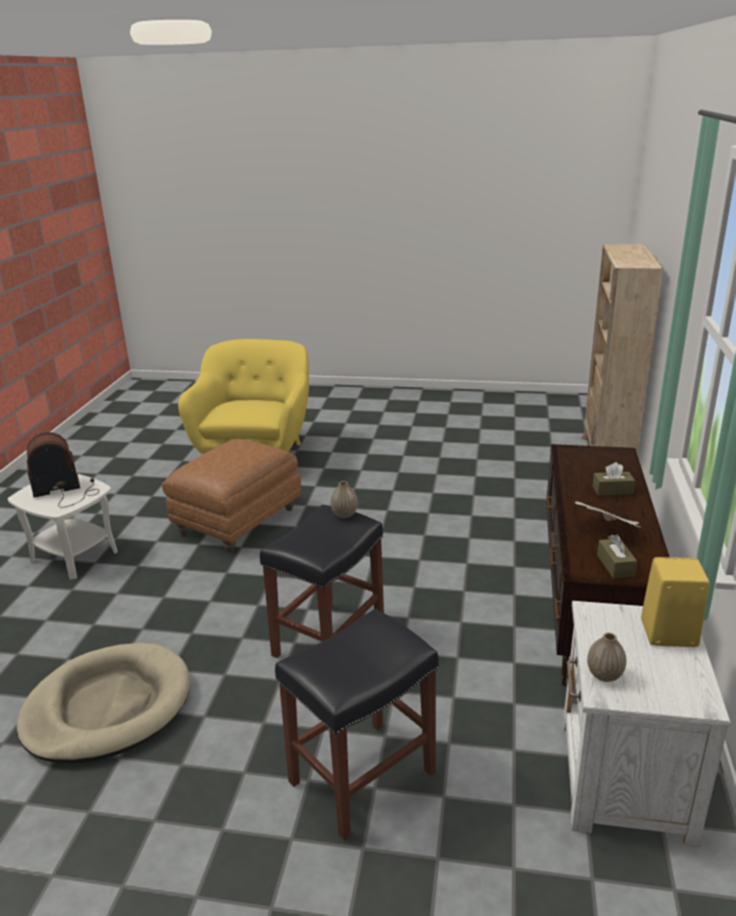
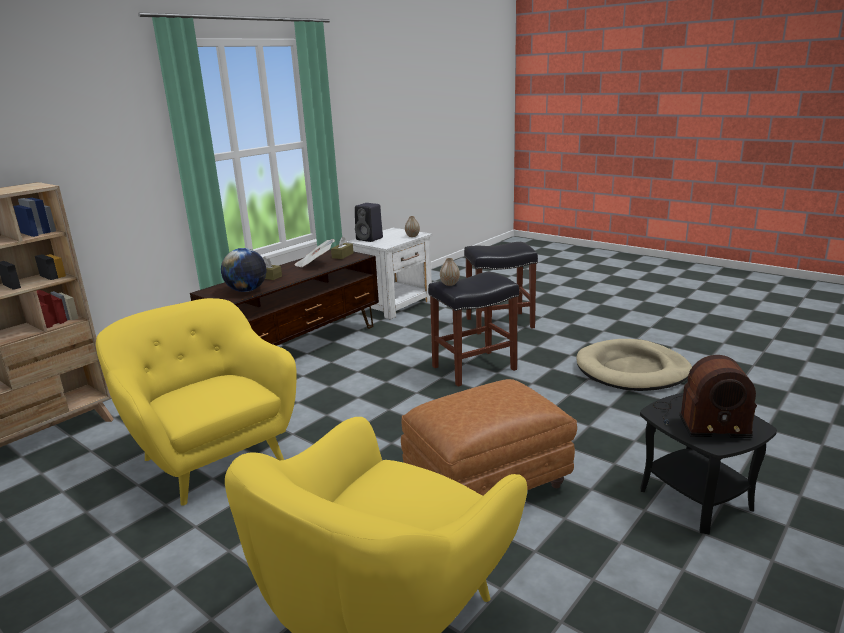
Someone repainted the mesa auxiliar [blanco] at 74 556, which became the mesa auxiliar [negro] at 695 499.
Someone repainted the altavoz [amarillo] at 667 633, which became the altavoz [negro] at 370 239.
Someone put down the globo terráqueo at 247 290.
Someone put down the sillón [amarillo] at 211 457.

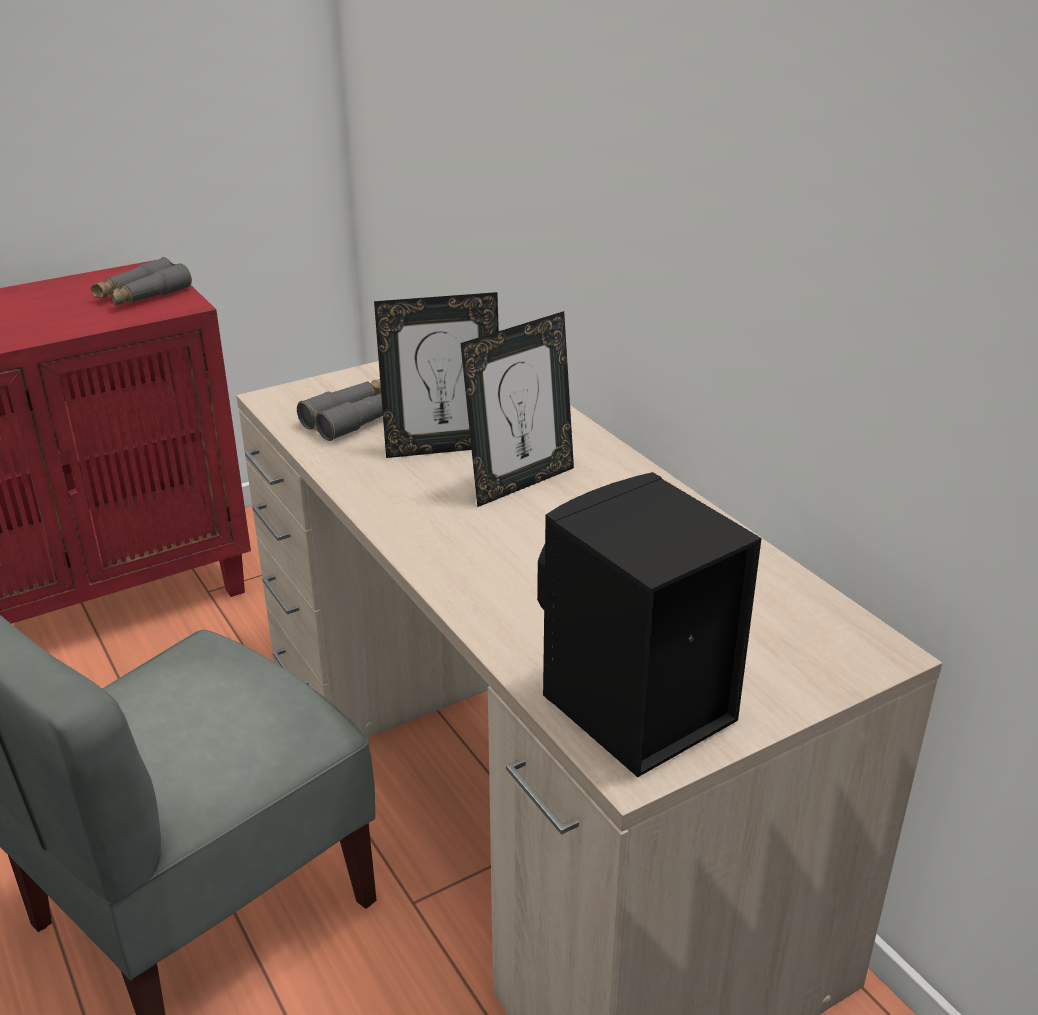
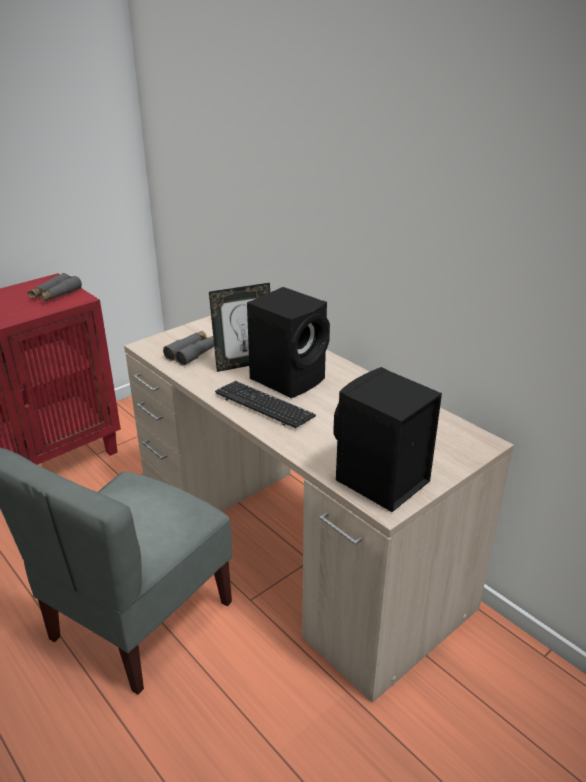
Someone swapped the portarretratos at 520 483 for the altavoz [negro] at 289 378.
Someone put down the teclado at 264 406.

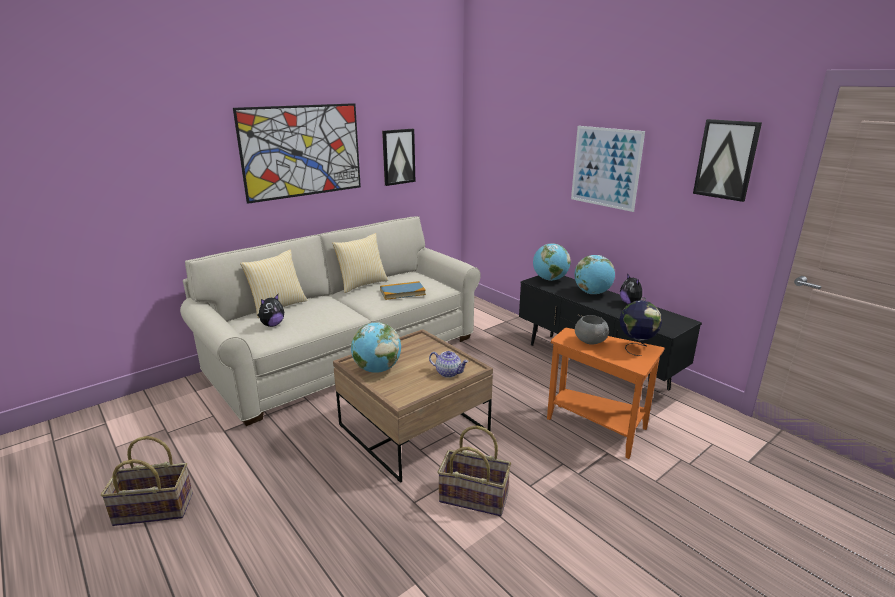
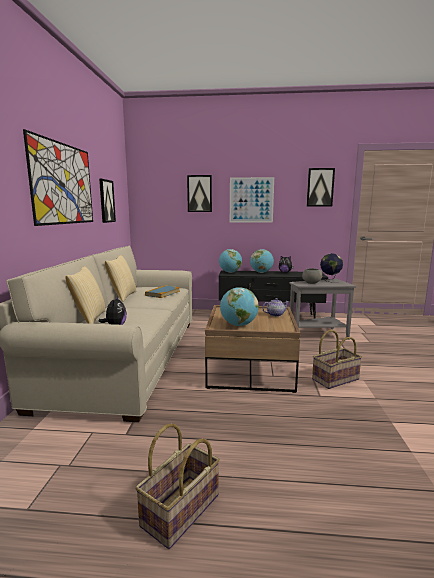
Someone repainted the mesa auxiliar [naranja] at 599 429, which became the mesa auxiliar [gris] at 319 335.
Someone put up the cuadro at 199 193.

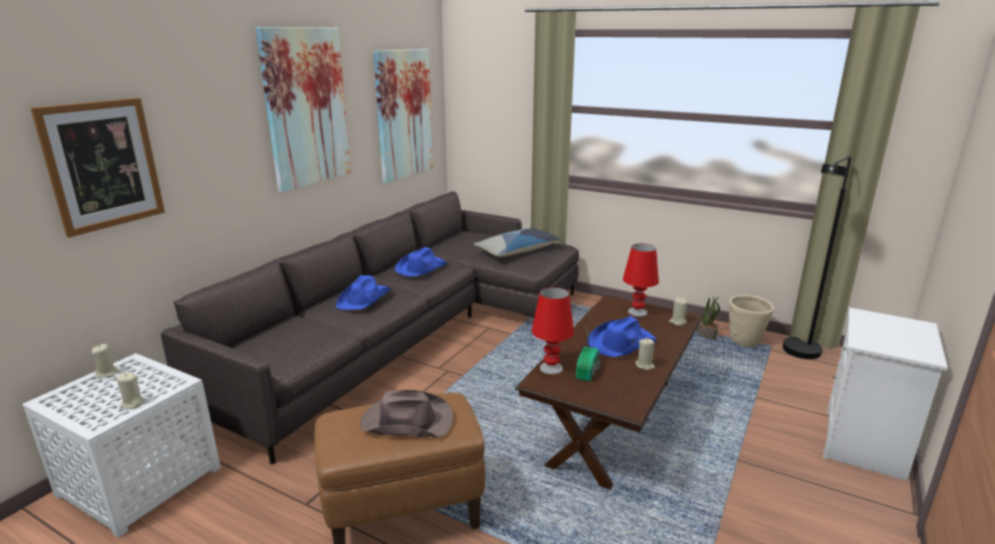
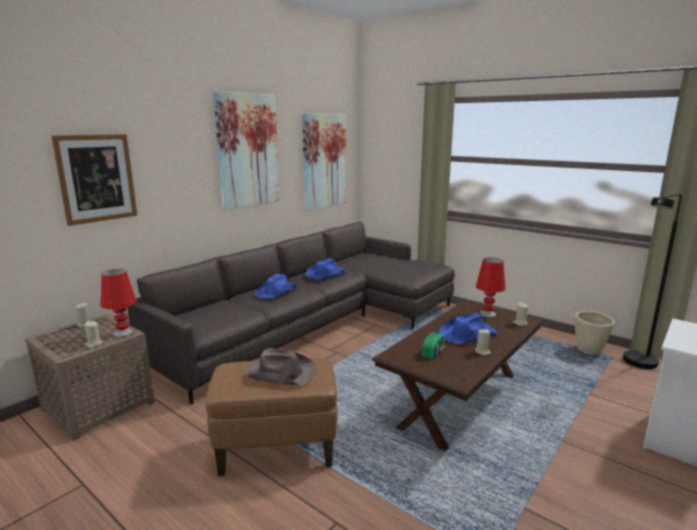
Someone took away the cojín at 518 250.
Someone carried the lámpara de mesa [rojo] from 551 368 to 123 333.
Someone took away the planta en maceta at 706 335.
Someone repainted the mesa auxiliar [blanco] at 140 479, which became the mesa auxiliar [marrón] at 99 404.

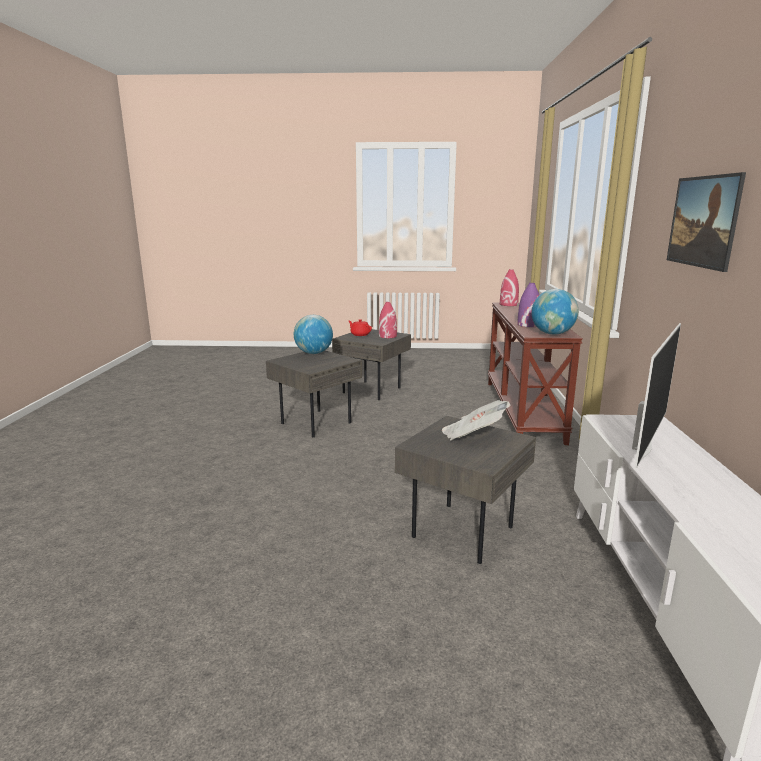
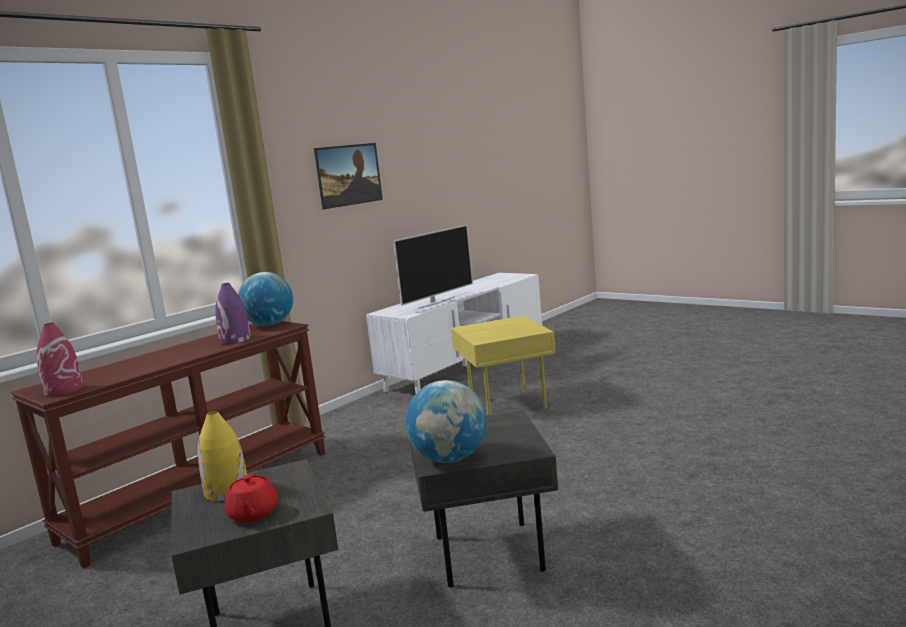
Someone repainted the florero [rojo] at 387 336, which became the florero [amarillo] at 226 491.
Someone rotated the televisor at 641 449 by 150 degrees clockwise.
Someone took away the periódico at 473 436.
Someone repainted the mesa auxiliar [gris] at 461 530, which became the mesa auxiliar [amarillo] at 506 405.

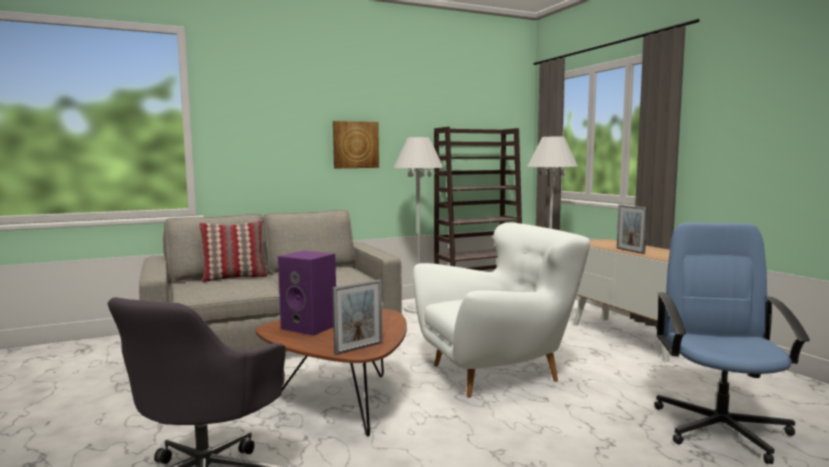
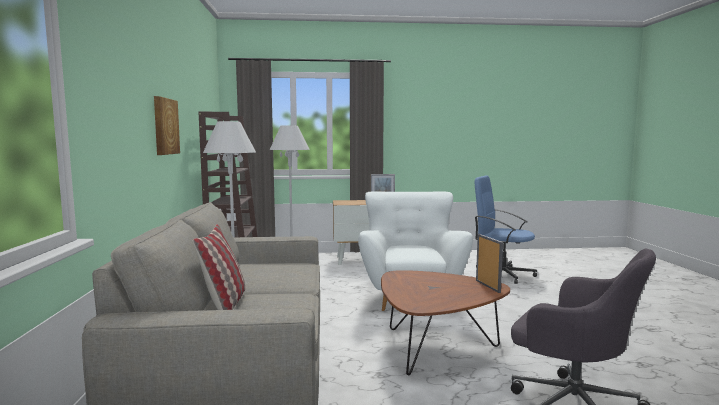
Someone took away the altavoz [morado] at 311 327.

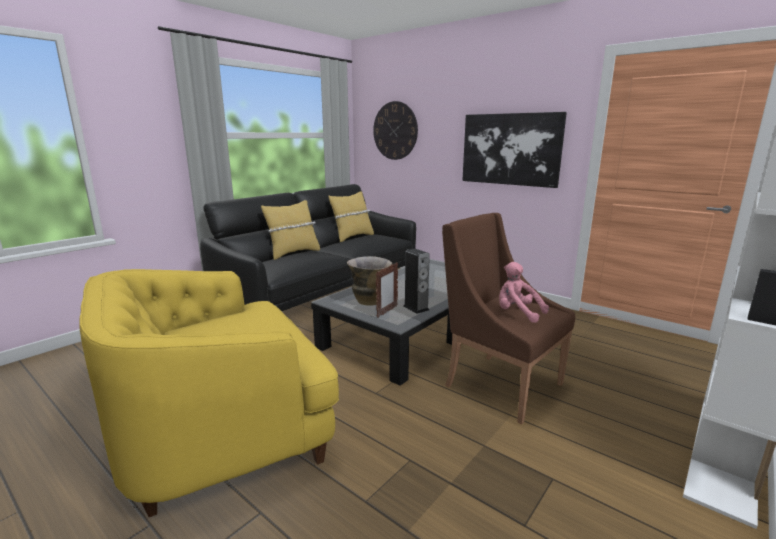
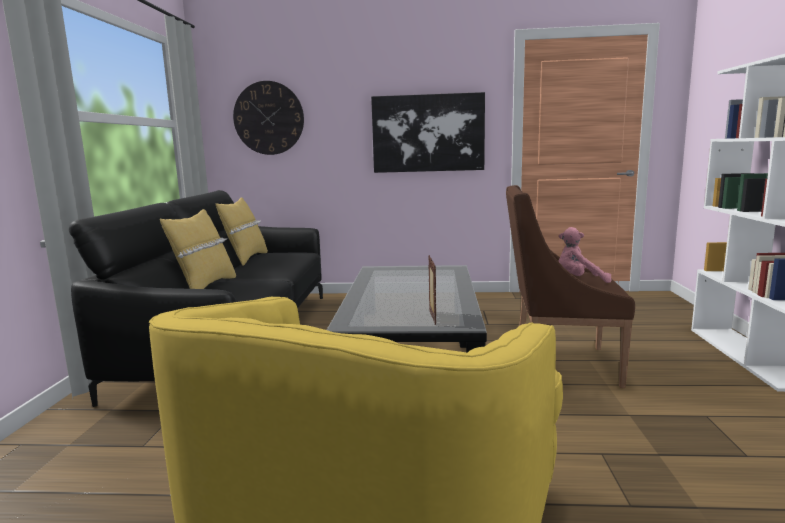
Someone took away the altavoz at 416 308.
Someone took away the florero at 370 302.

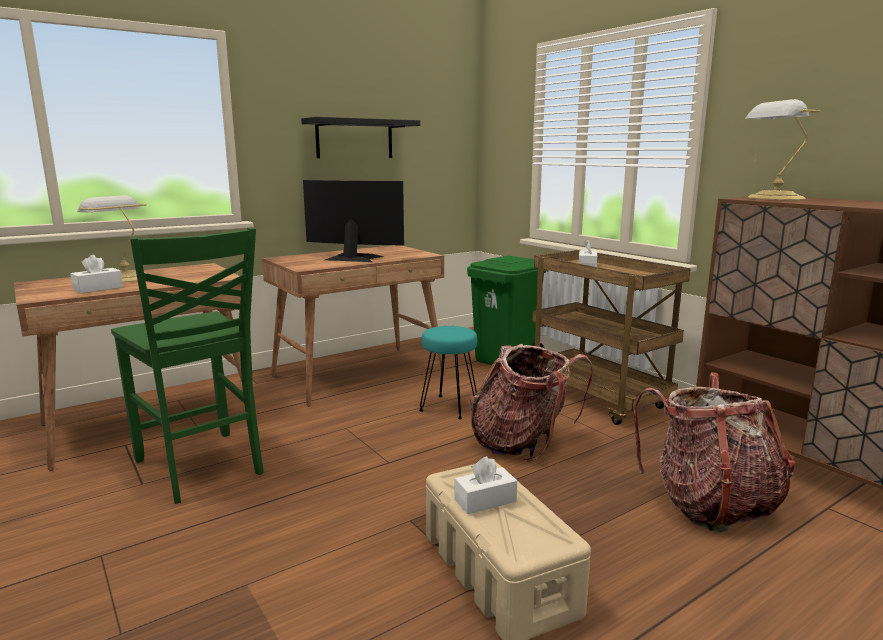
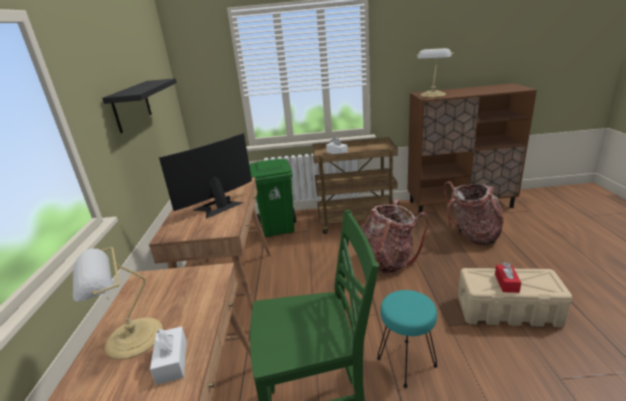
Someone carried the taburete [turquesa] from 449 407 to 406 363.
Someone repainted the caja de pañuelos [blanco] at 485 500, which became the caja de pañuelos [rojo] at 506 283.

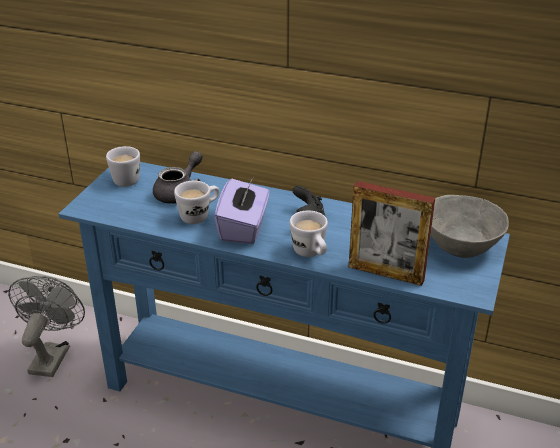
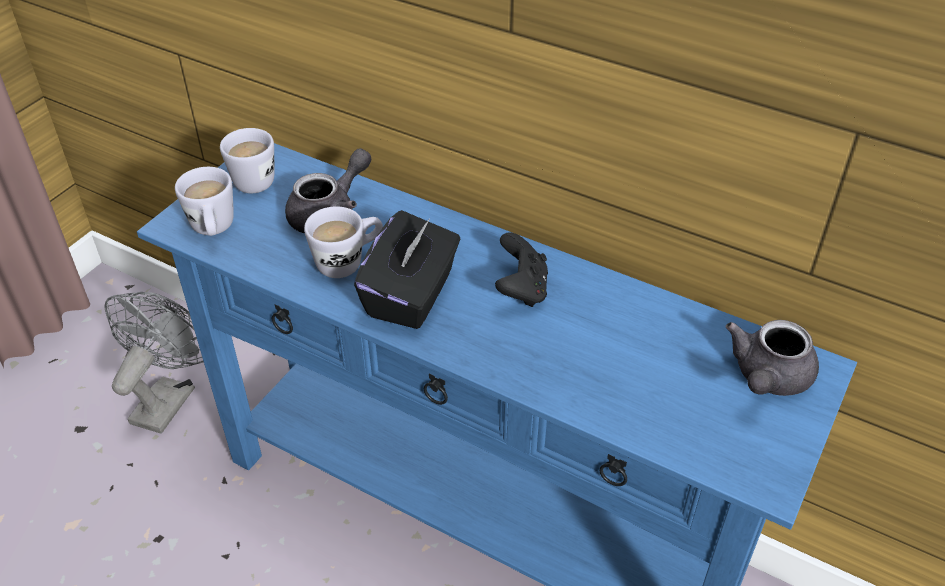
Someone repainted the caja de pañuelos [morado] at 244 228, which became the caja de pañuelos [negro] at 412 295.
Someone took away the portarretratos at 386 273.
Someone swapped the cuenco [gris] at 462 246 for the tetera [gris] at 767 378.
Someone carried the taza grande [blanco] from 311 254 to 213 231.

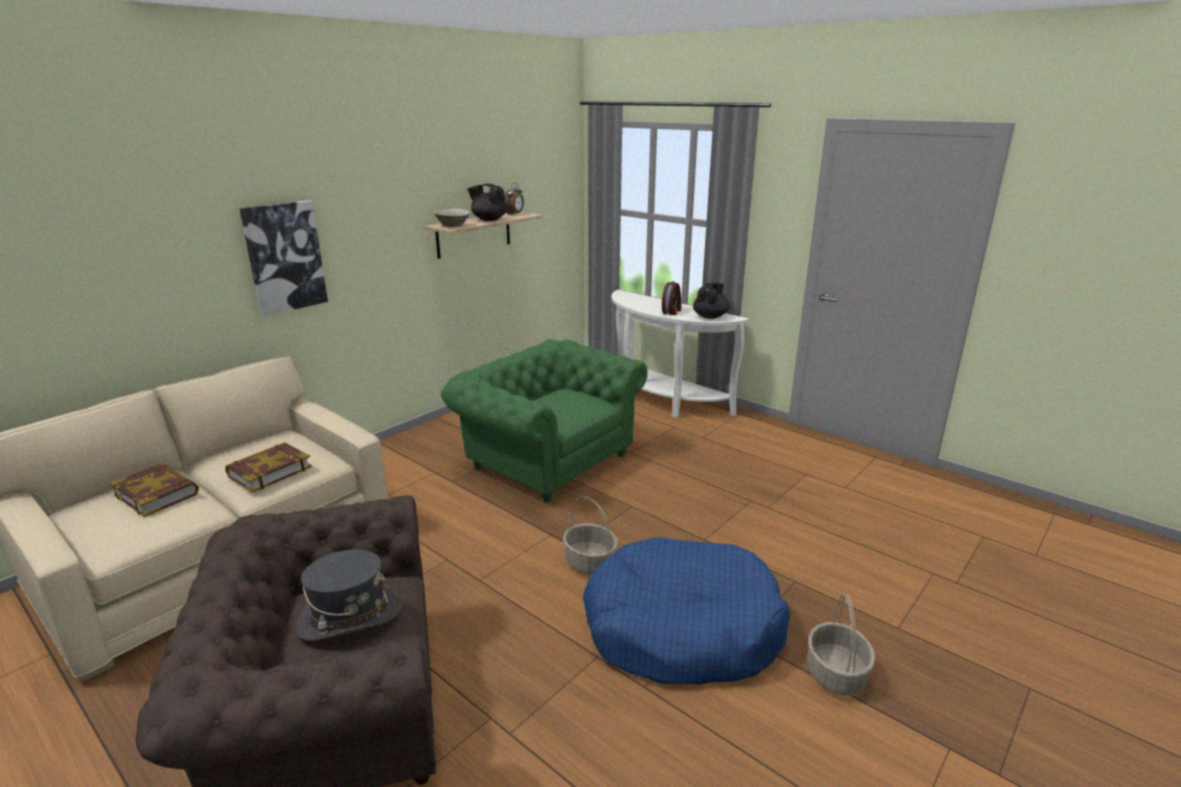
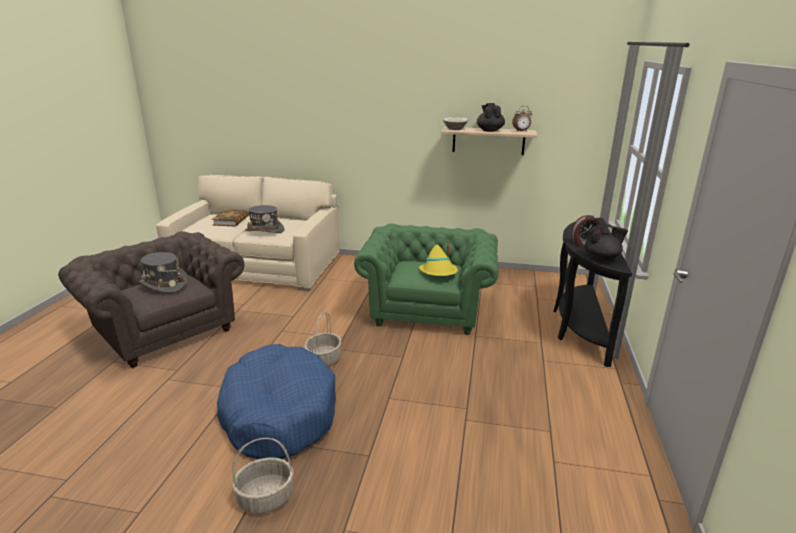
Someone took away the cuadro at 284 257.
Someone repainted the mesa consola [blanco] at 662 401, which became the mesa consola [negro] at 578 326.
Someone swapped the libro at 269 471 for the sombrero [gris] at 265 230.
Someone put down the sombrero [amarillo] at 439 272.

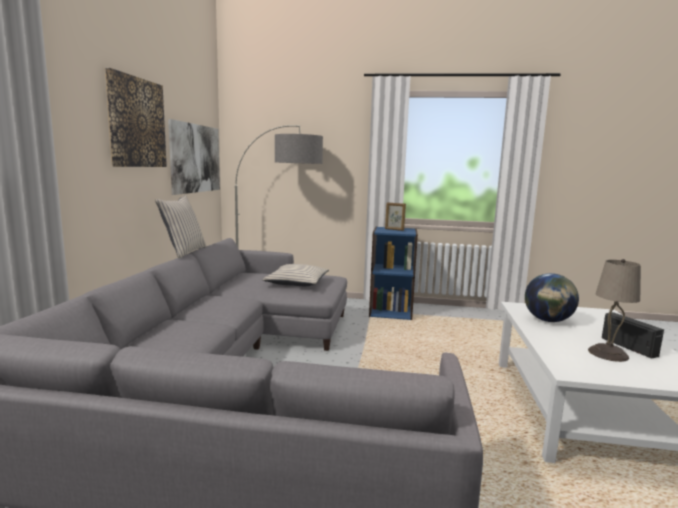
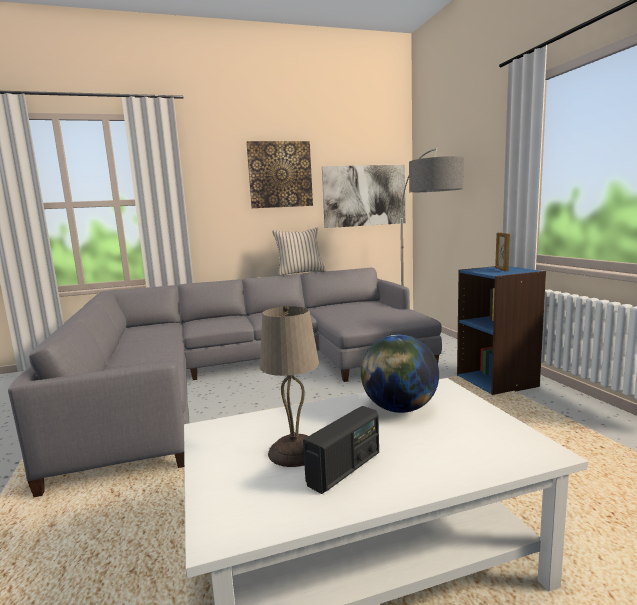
Someone took away the cojín [beis] at 296 282.

